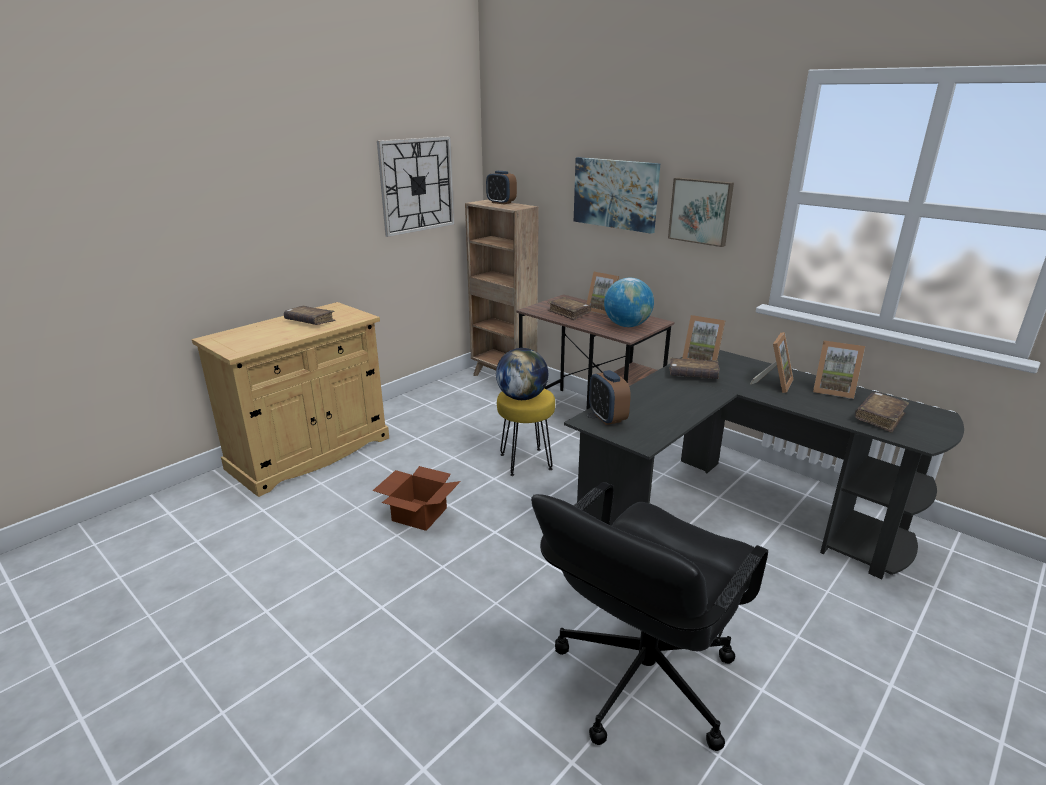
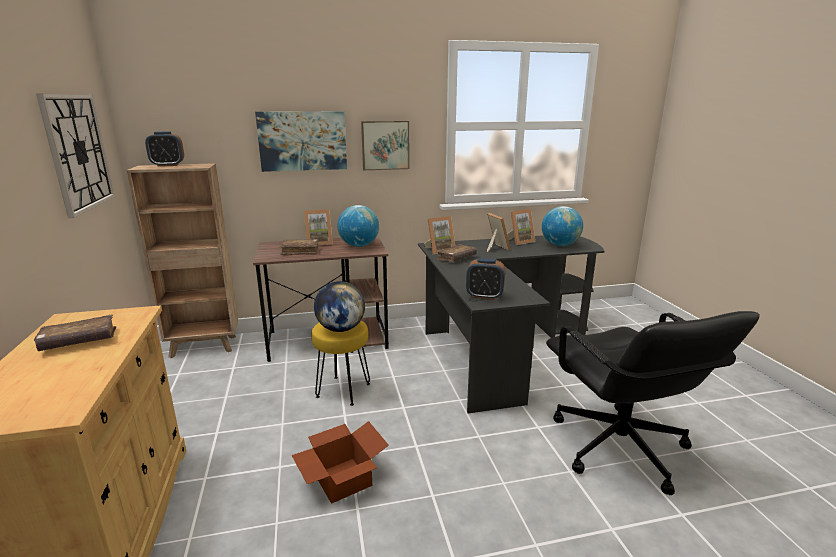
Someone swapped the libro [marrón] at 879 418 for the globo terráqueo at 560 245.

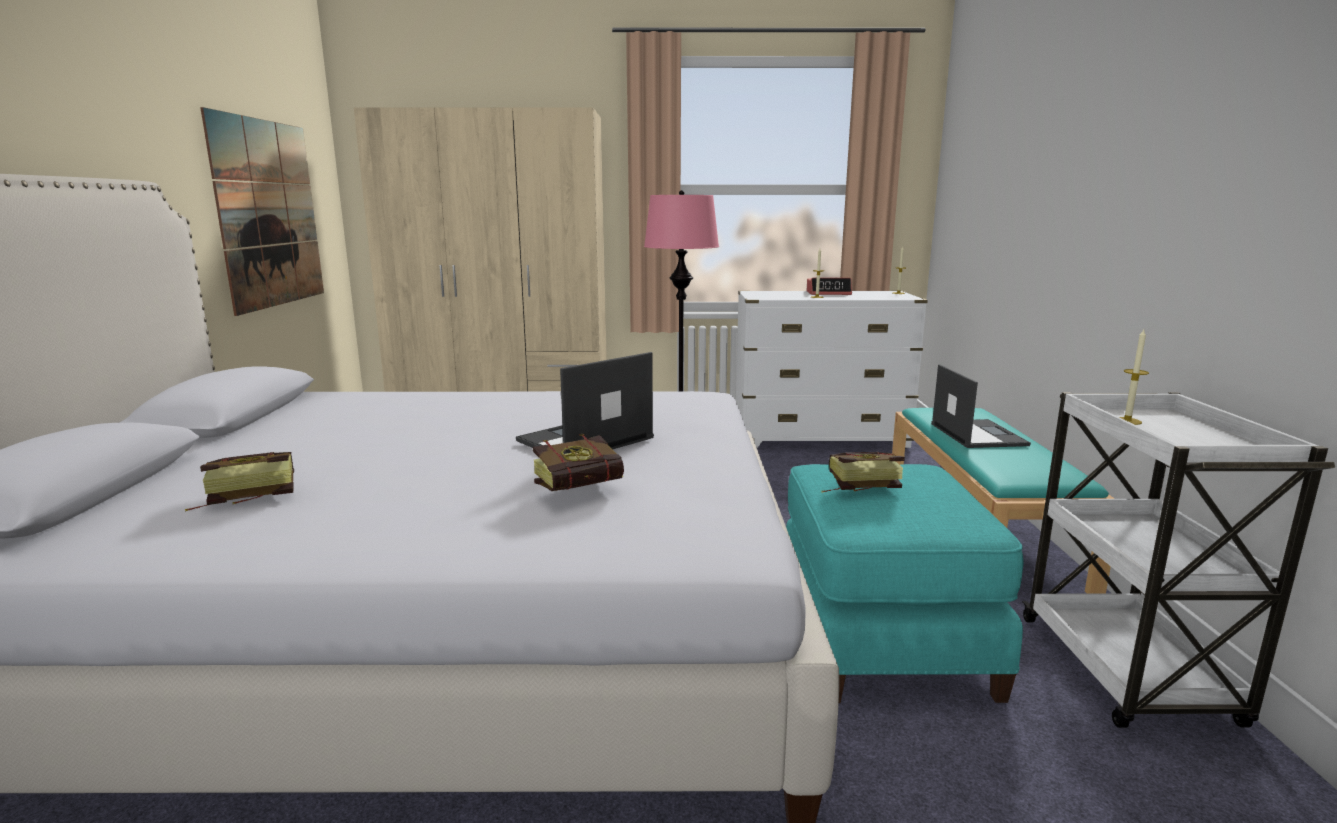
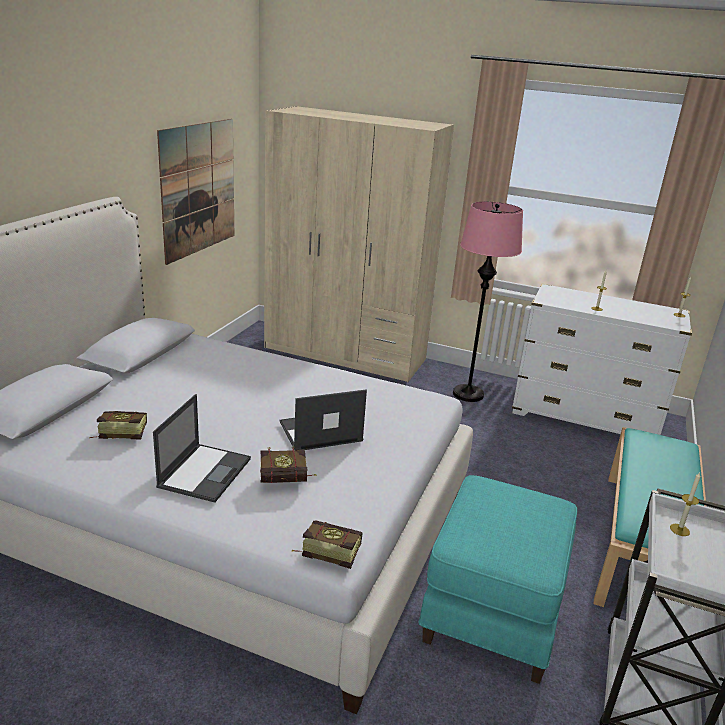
Someone took away the despertador at 828 293.
Someone carried the portátil from 977 434 to 205 472.
Someone carried the libro from 856 487 to 325 553.

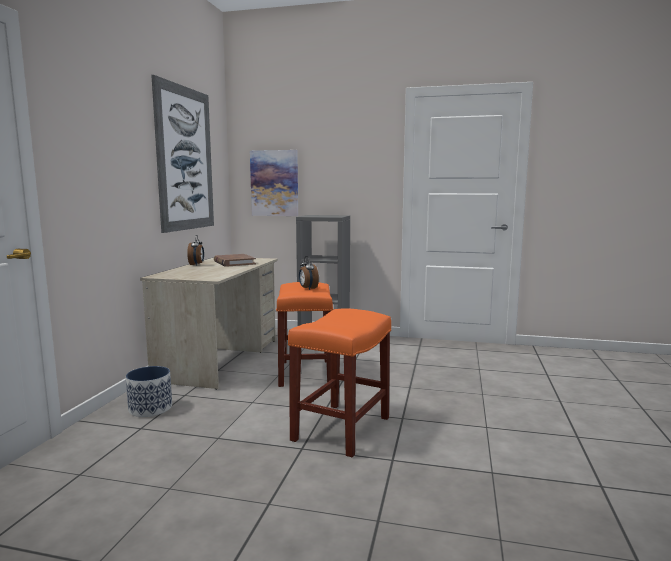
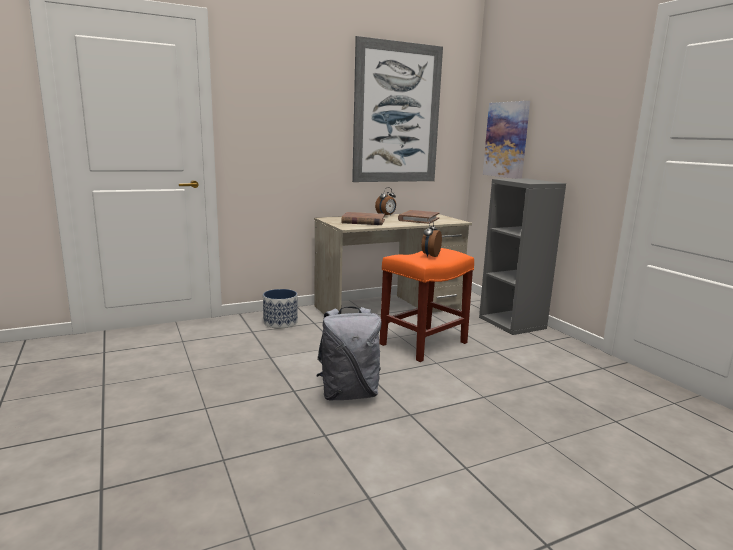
Someone swapped the taburete [naranja] at 342 428 for the mochila [gris] at 349 394.
Someone put down the libro [marrón] at 363 221.

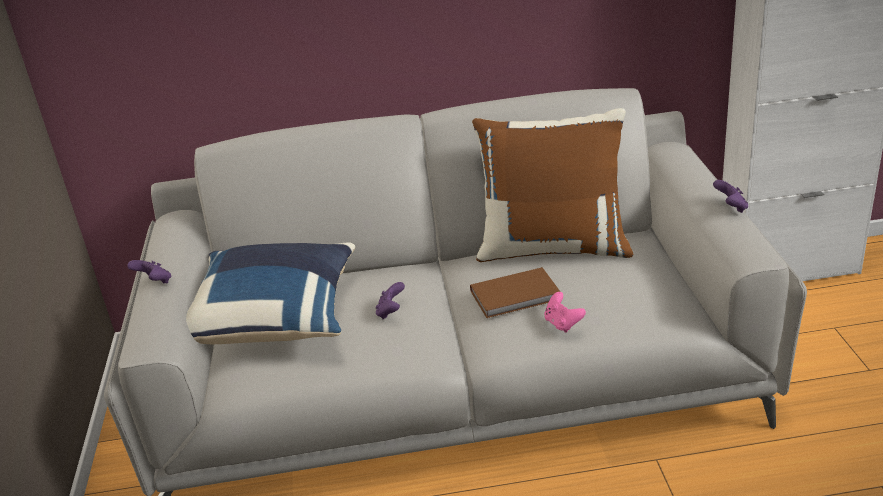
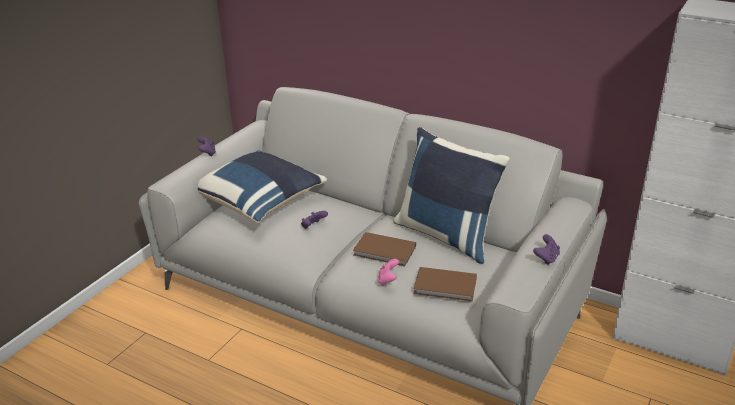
Someone repainted the cojín [marrón] at 553 247, which became the cojín [azul] at 447 235.
Someone put down the libro [marrón] at 446 287.

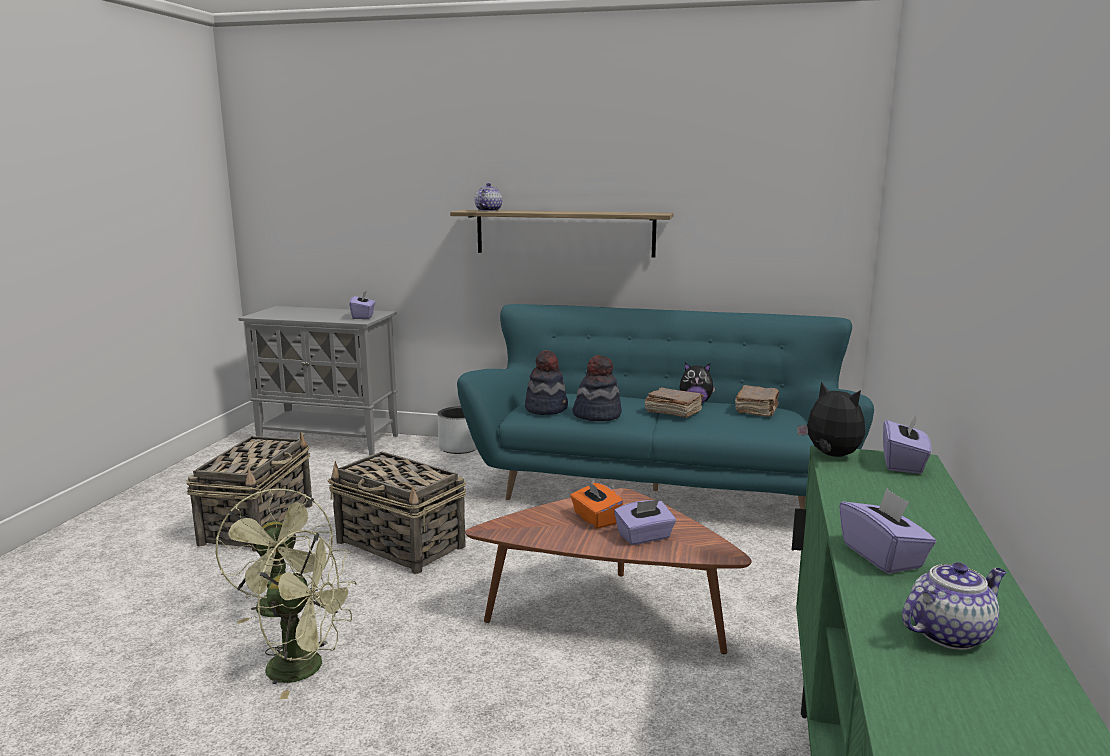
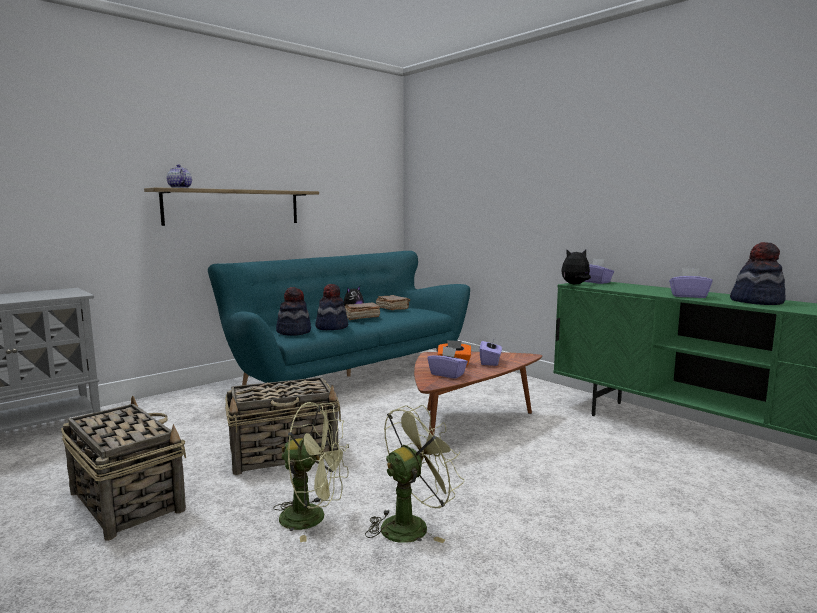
Someone carried the caja de pañuelos [morado] from 363 316 to 447 374.
Someone took away the maceta [gris] at 460 447.
Someone swapped the tetera at 949 633 for the sombrero at 757 301.

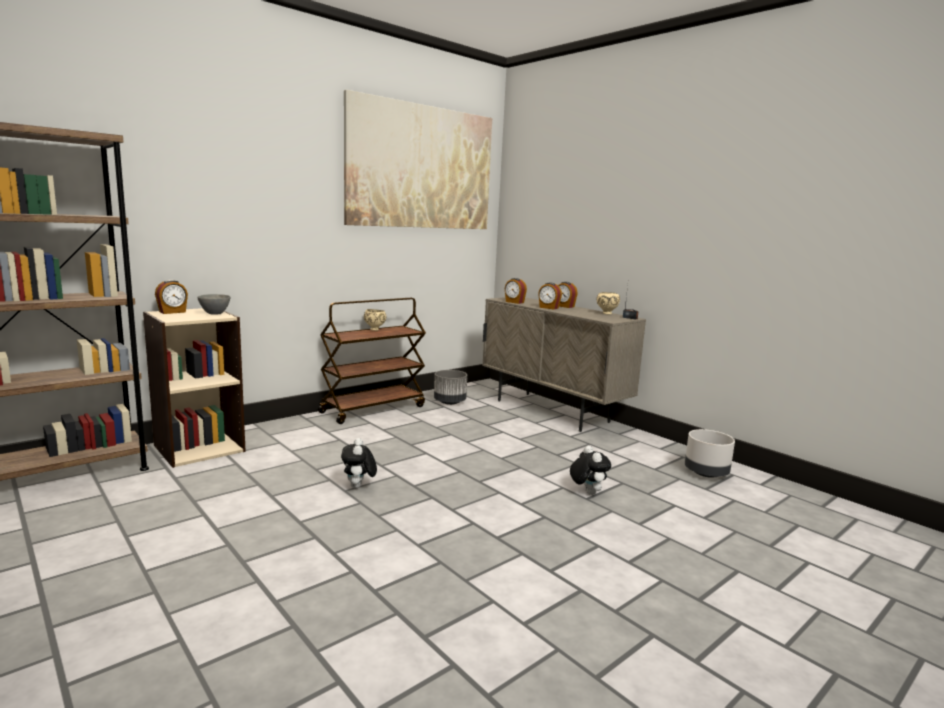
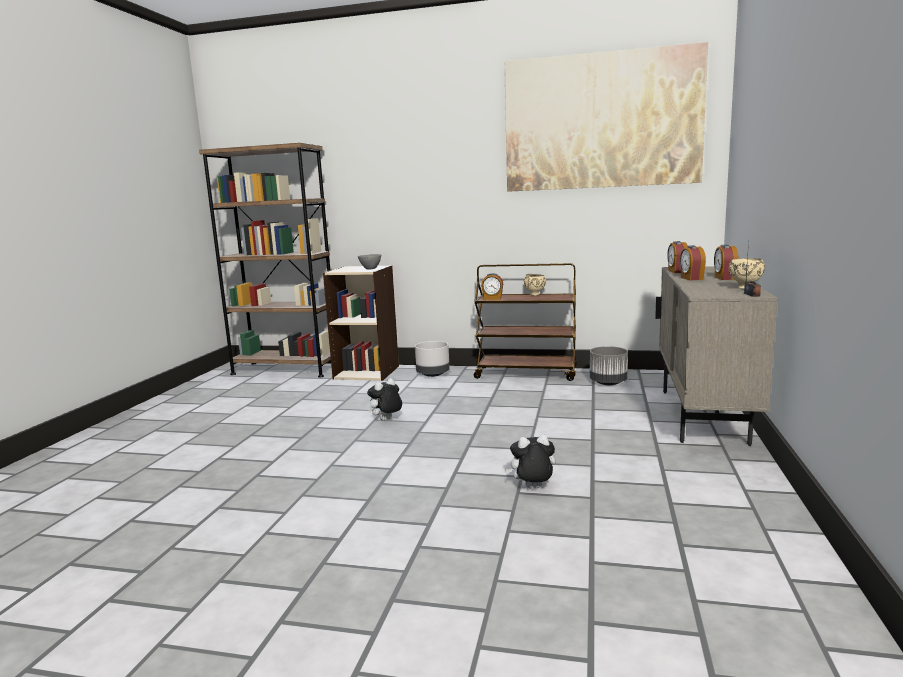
Someone carried the despertador from 172 312 to 492 298.
Someone carried the maceta [gris] from 706 473 to 433 374.
Someone rotated the peluche at 587 492 by 135 degrees counterclockwise.

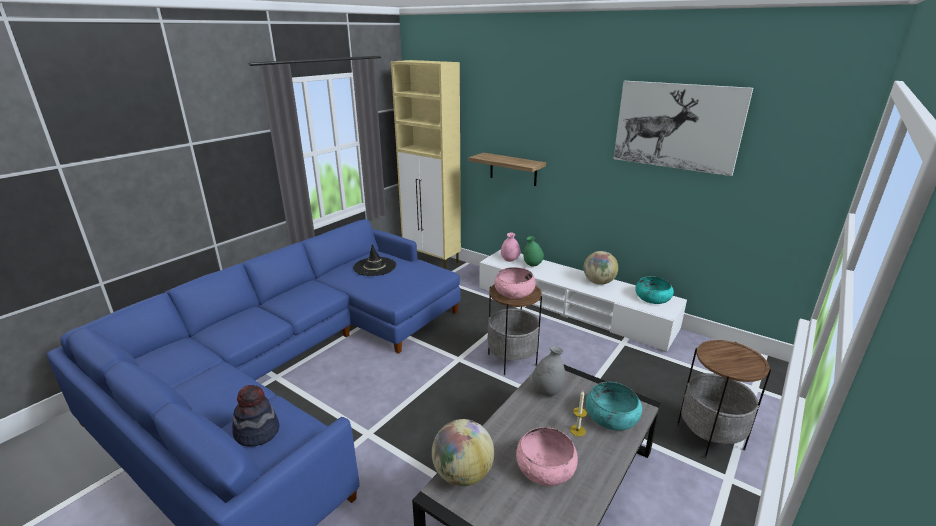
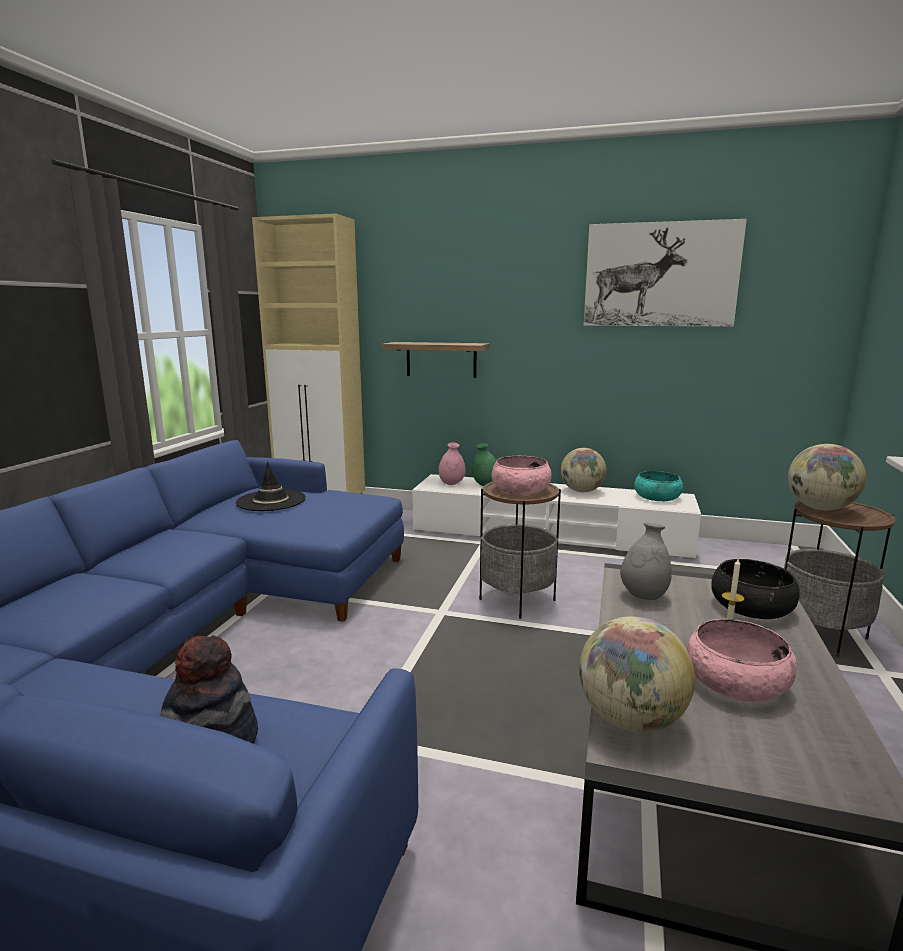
Someone repainted the cuenco [turquesa] at 611 416, which became the cuenco [negro] at 751 607.
Someone put down the globo terráqueo at 820 508.

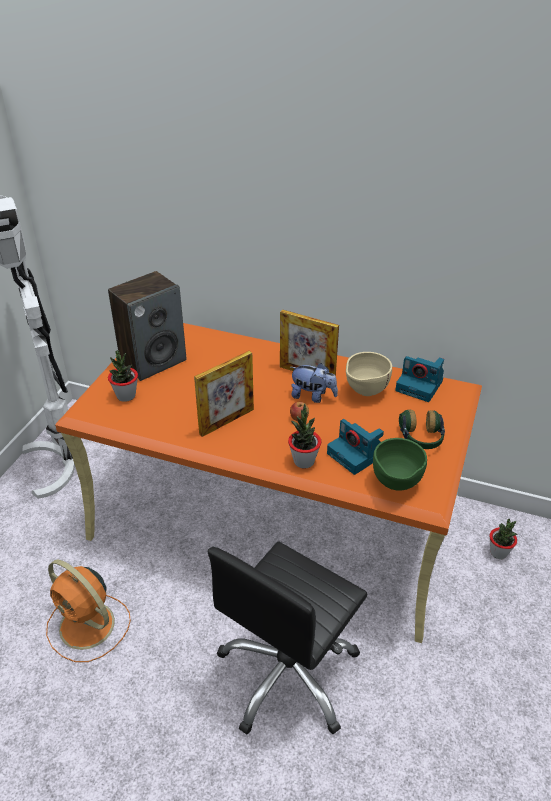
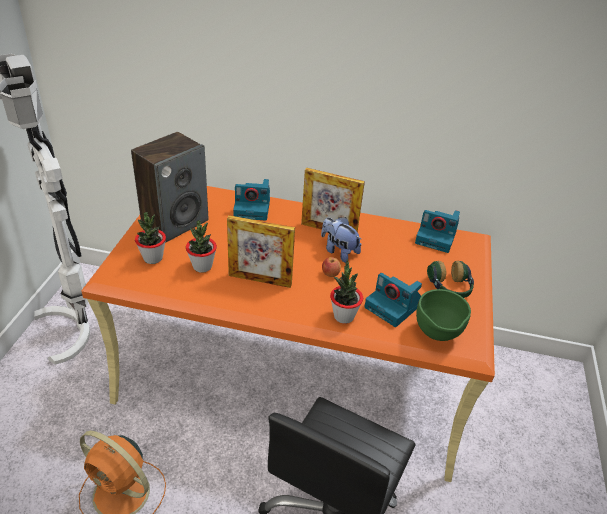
Someone rotated the portarretratos at 227 421 by 60 degrees clockwise.
Someone took away the cuenco [beis] at 365 392.
Someone rotated the peluche at 313 396 by 150 degrees counterclockwise.
Someone carried the planta en maceta from 498 553 to 202 266.
Someone put down the cámara at 253 208.

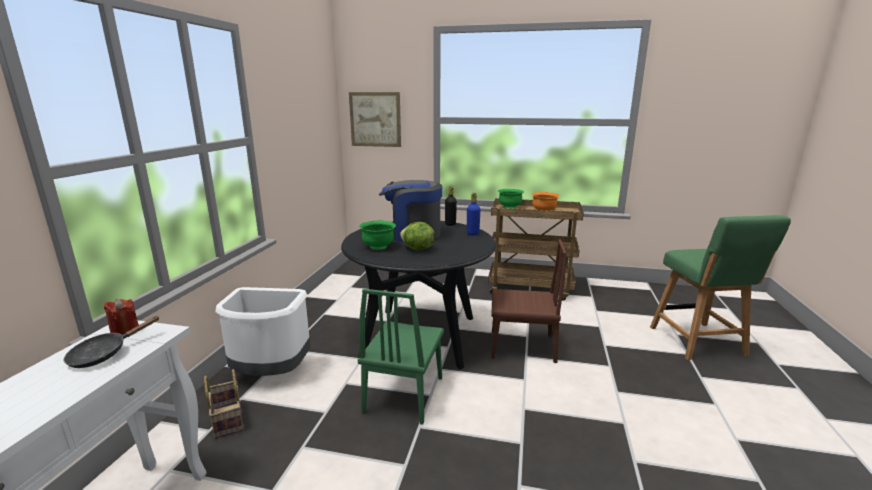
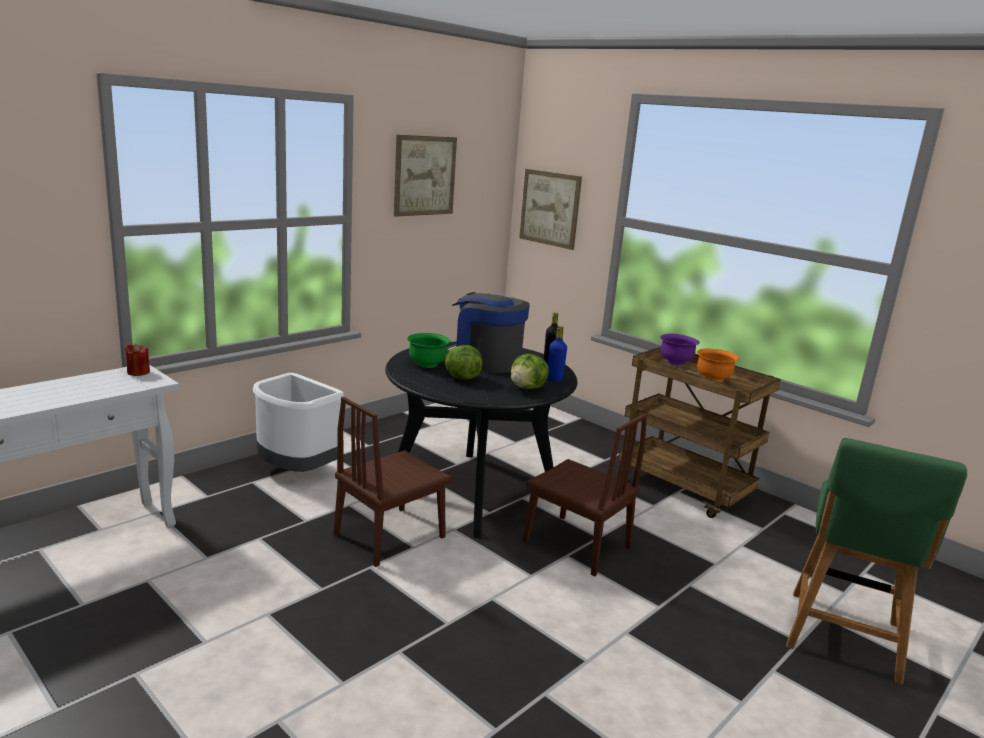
Someone repainted the cuenco [verde] at 510 207, which became the cuenco [morado] at 676 362.
Someone repainted the silla [verde] at 404 394, which became the silla [marrón] at 390 535.
Someone took away the sartén [negro] at 104 354.
Someone took away the cesta at 226 419.
Someone put up the cuadro at 424 175.
Someone put down the lechuga at 527 388.

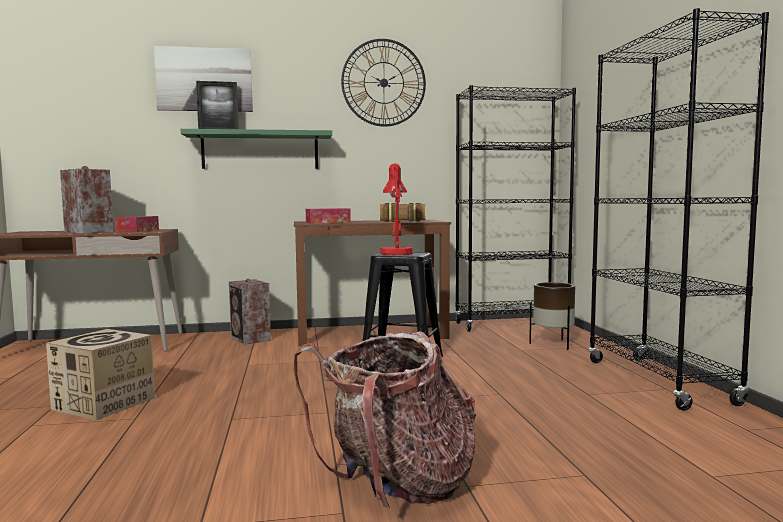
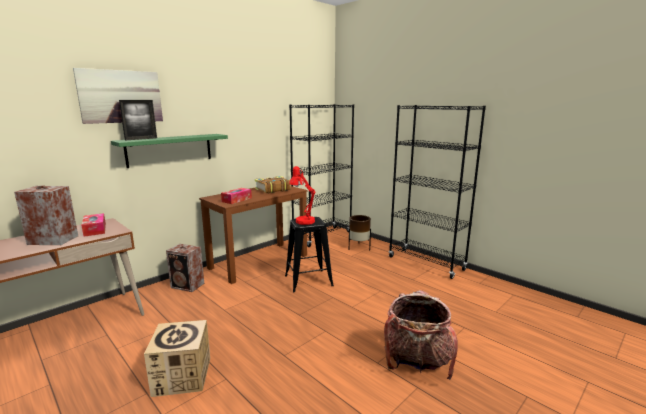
Someone took away the reloj de pared at 383 83.

